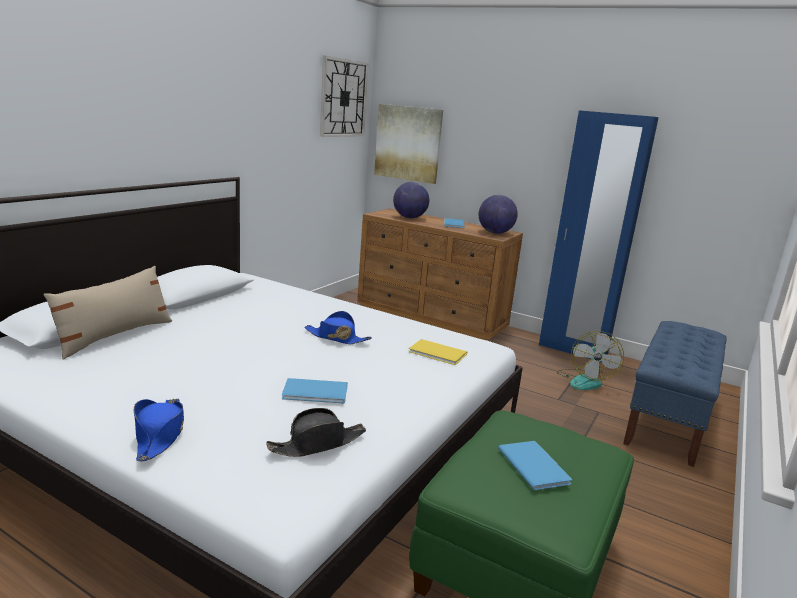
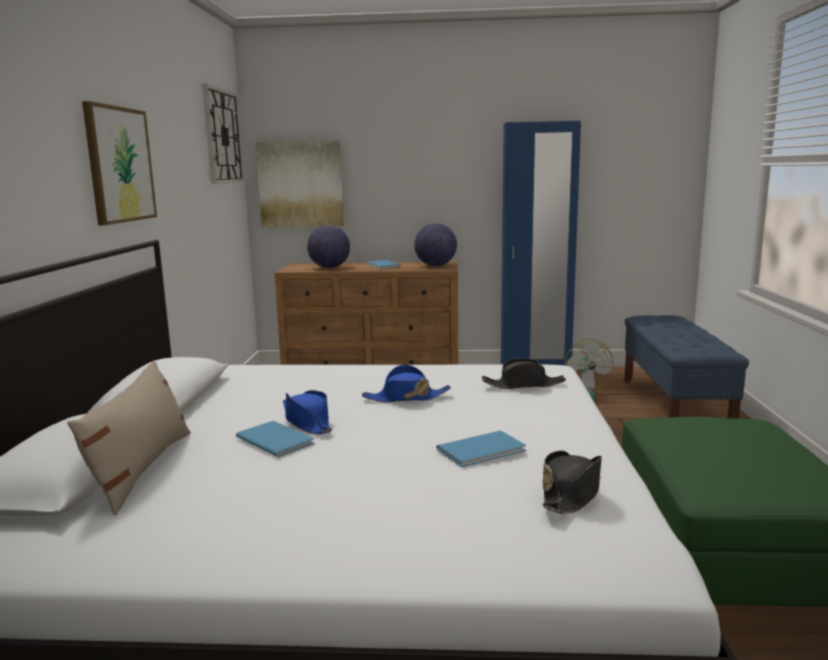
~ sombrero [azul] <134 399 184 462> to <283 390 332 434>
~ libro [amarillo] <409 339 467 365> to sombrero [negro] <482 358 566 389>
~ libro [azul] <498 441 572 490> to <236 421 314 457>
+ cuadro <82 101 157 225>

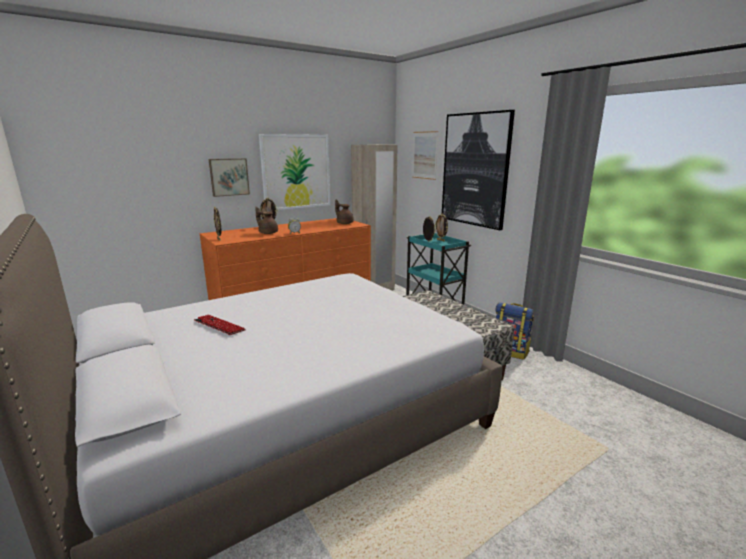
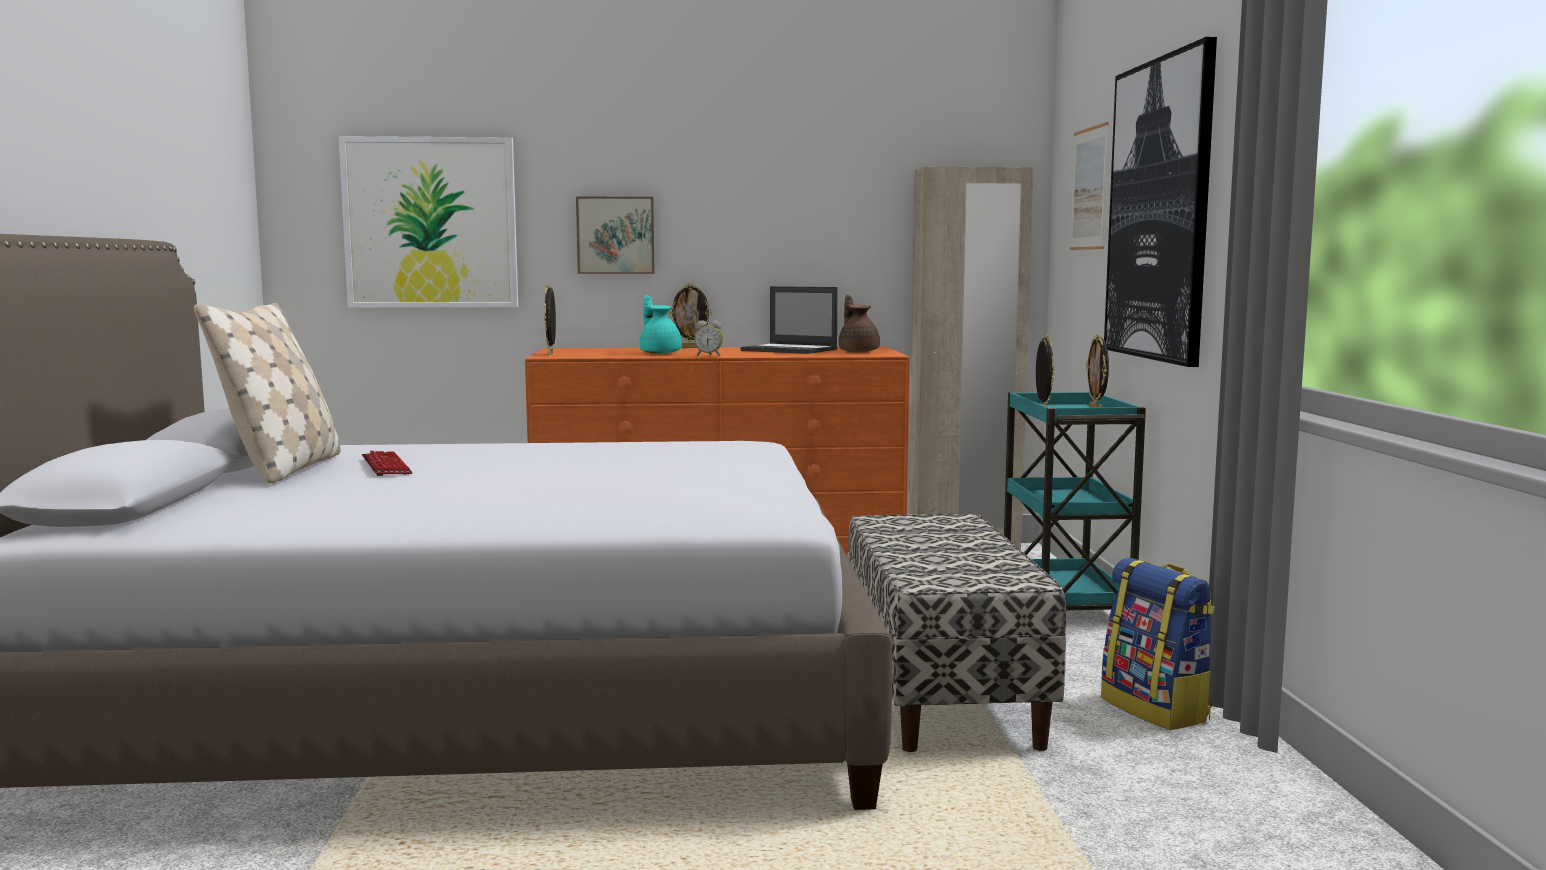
~ tetera [marrón] <255 207 278 234> to tetera [turquesa] <639 295 682 354>
~ cuadro <259 134 331 210> to <339 136 518 308>
+ cojín [beis] <194 303 341 483>
+ portátil <741 286 838 354>

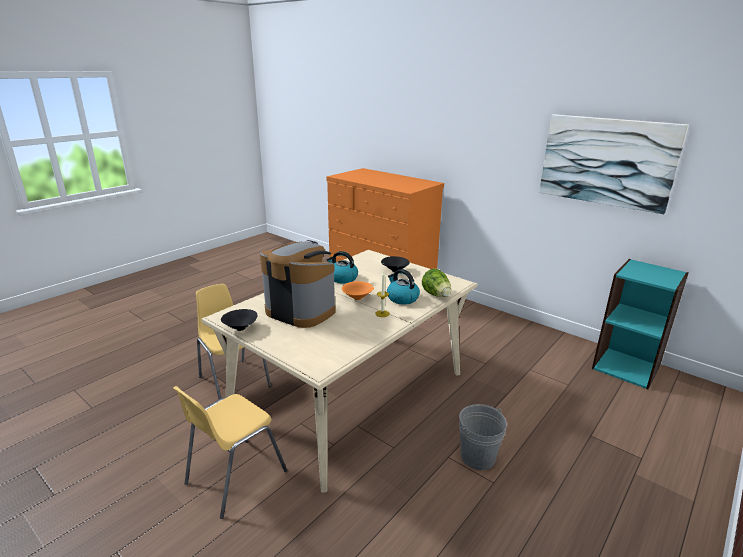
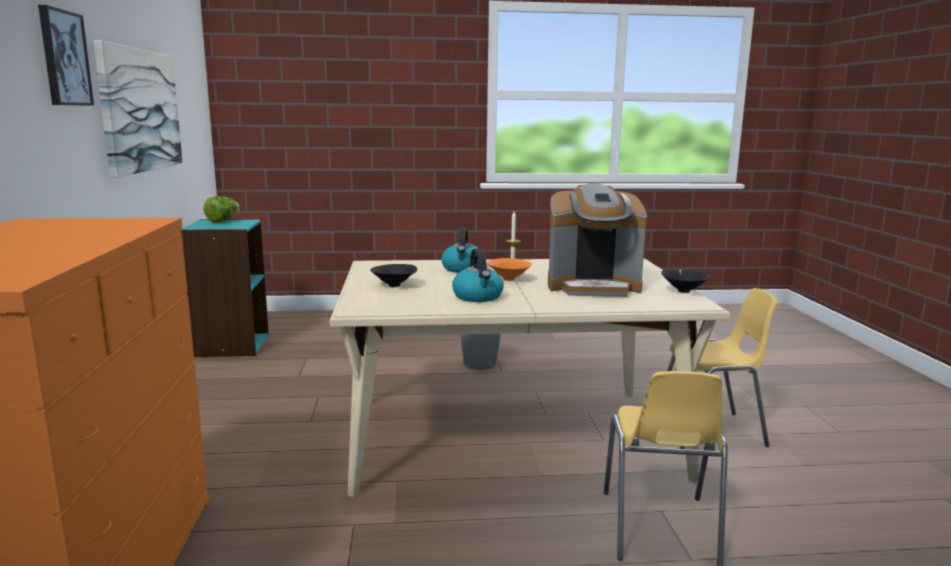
~ cafetera <260 240 336 328> = <548 183 647 297> 75 degrees counterclockwise
~ lechuga <422 268 451 297> to <204 196 240 223>
+ cuadro <38 5 94 106>

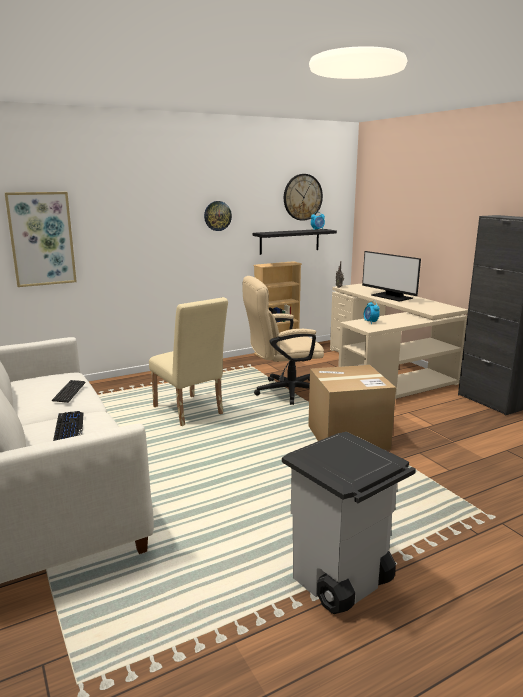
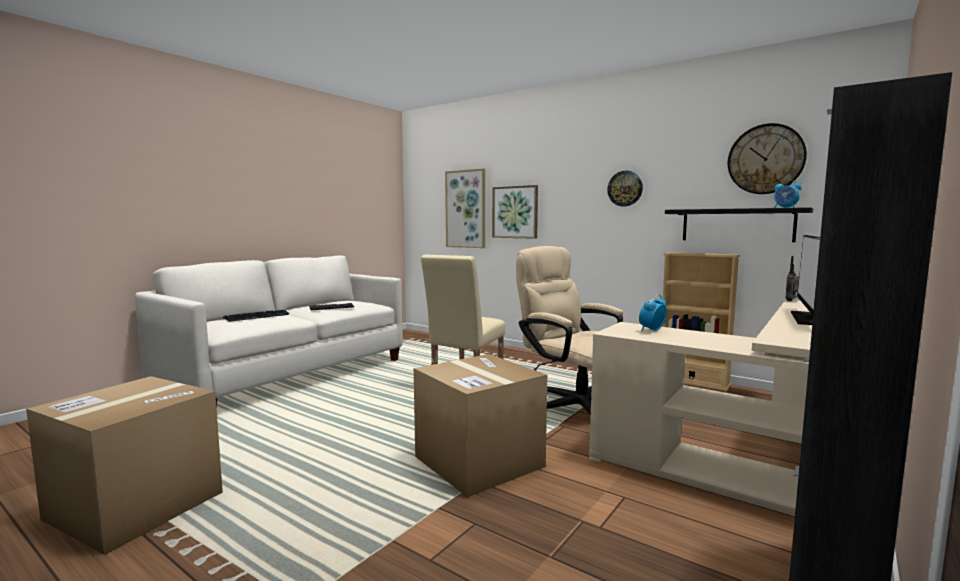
~ papelera [gris] <282 432 416 614> to caja de cartón <26 376 223 555>
+ cuadro <492 185 538 239>

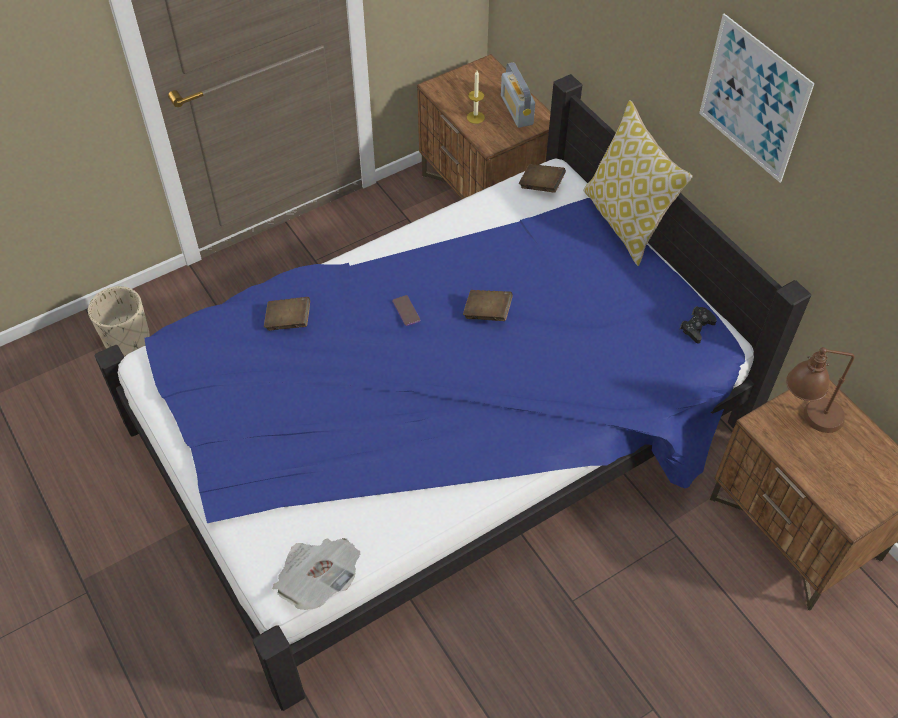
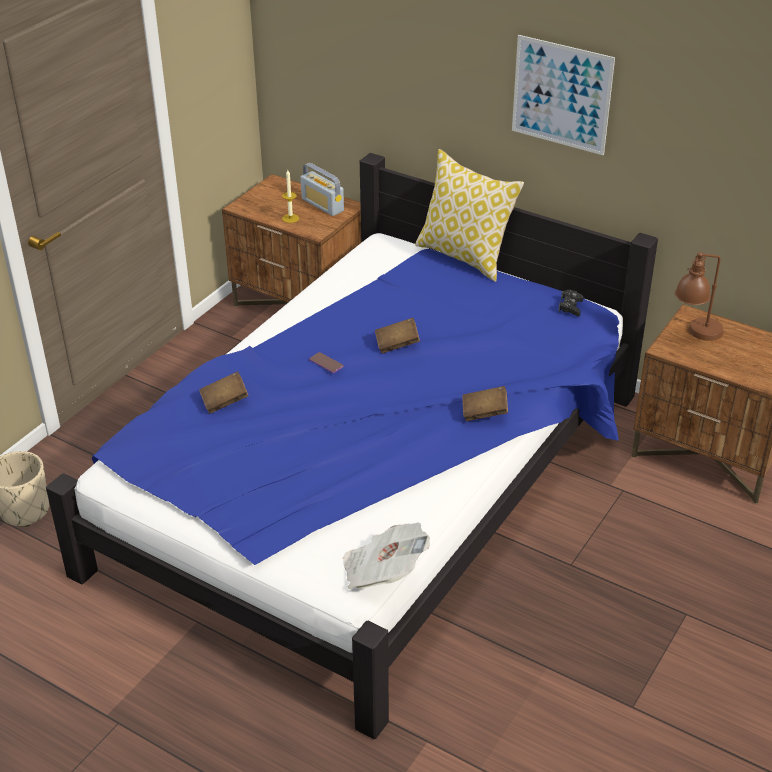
~ libro [marrón] <519 164 566 193> to <462 386 508 421>

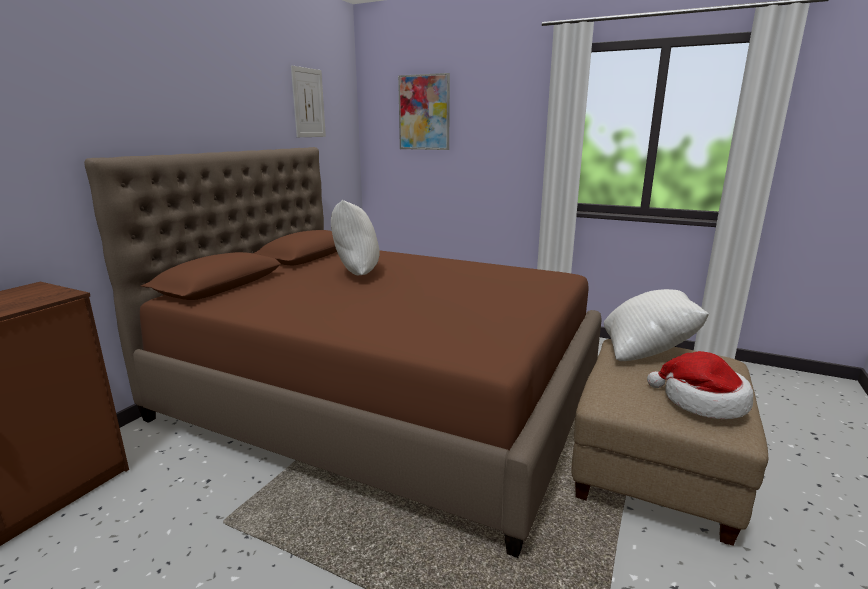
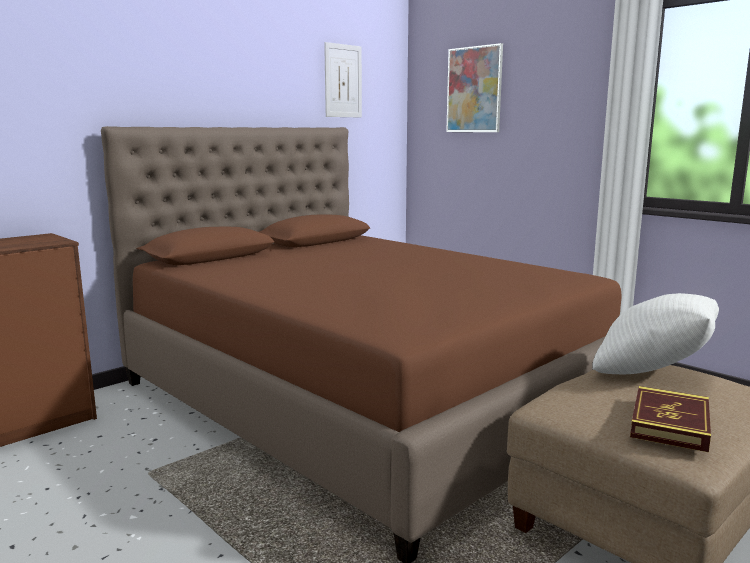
- cojín [blanco] <331 200 380 276>
~ sombrero <647 351 753 419> to libro <630 386 711 452>

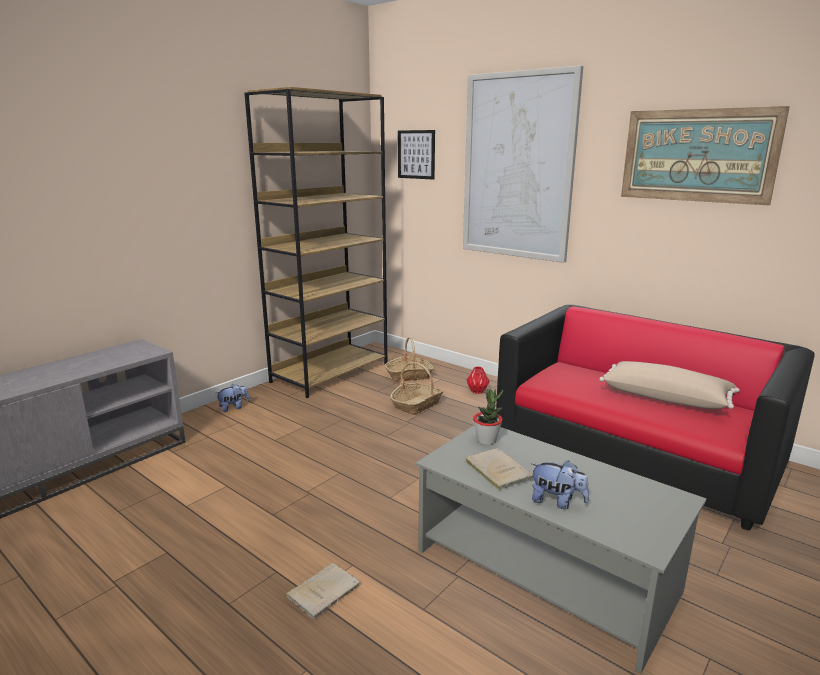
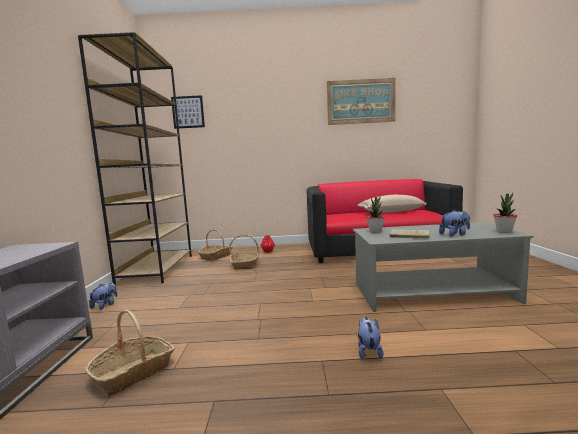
~ libro [beis] <286 563 360 619> to peluche <358 317 383 359>
- cuadro <463 65 583 263>
+ cesta <85 310 175 396>
+ planta en maceta <494 193 517 233>

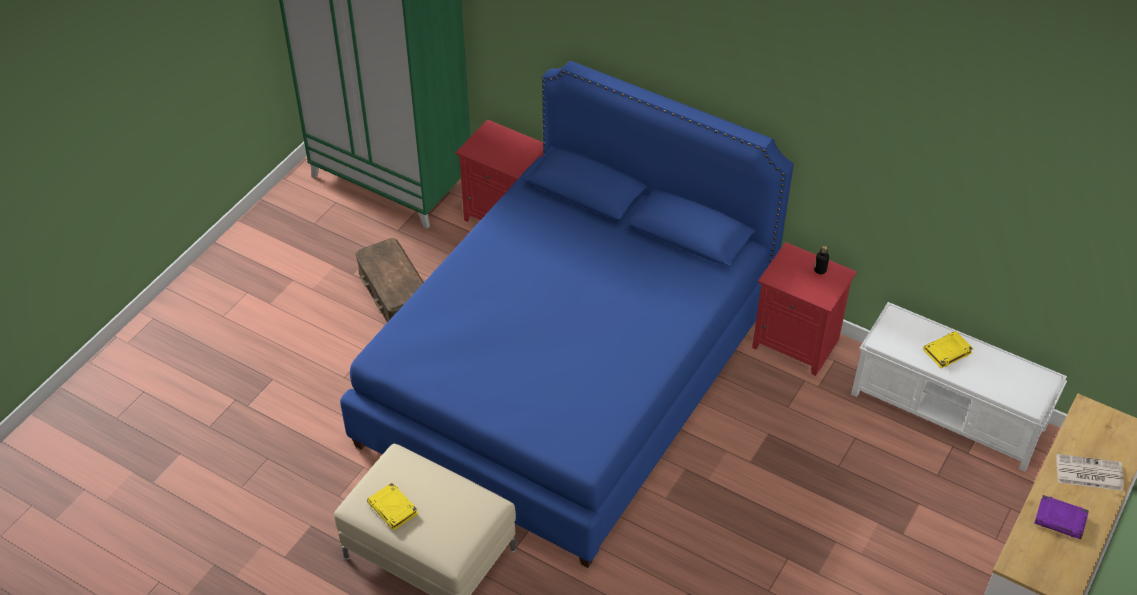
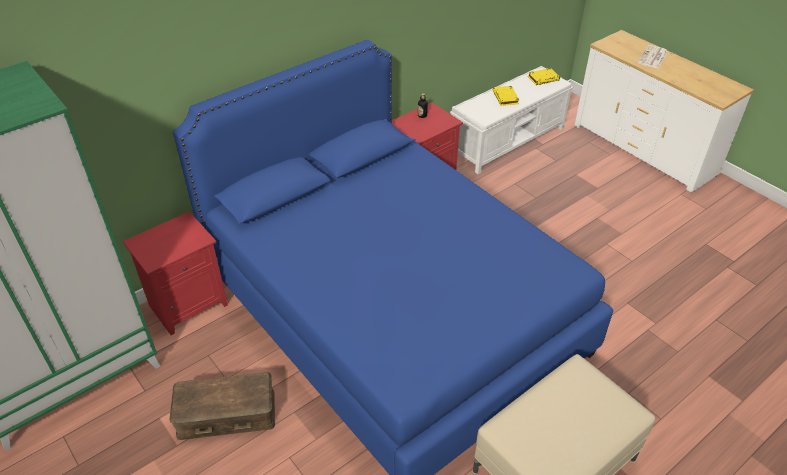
~ libro [amarillo] <367 482 418 530> to <527 68 560 85>
- libro [morado] <1035 495 1089 539>

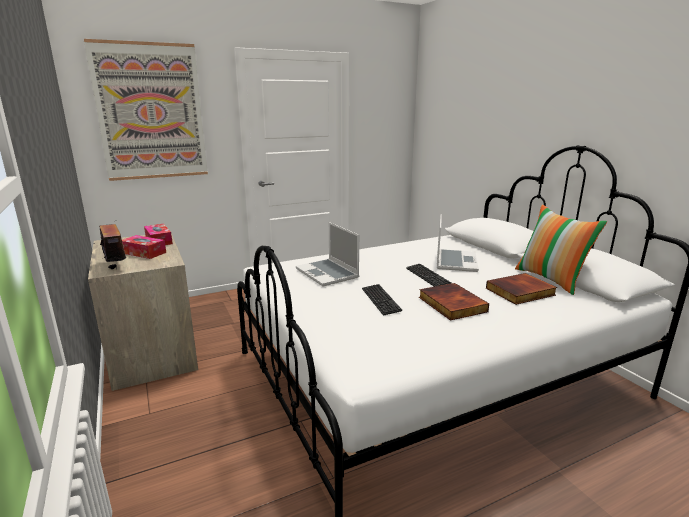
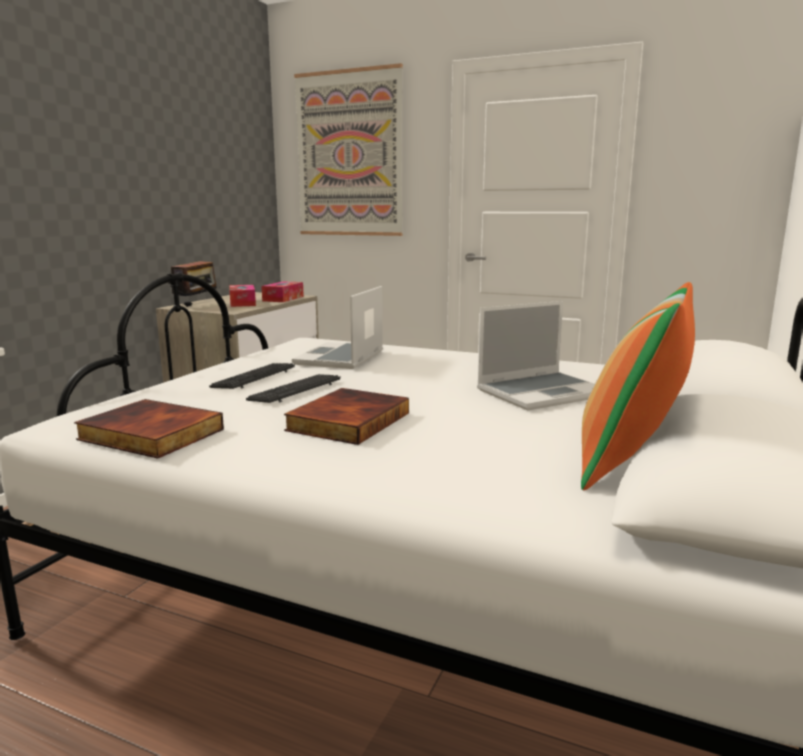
~ teclado <406 264 451 287> to <209 363 295 389>
~ libro <486 273 557 305> to <74 399 224 459>

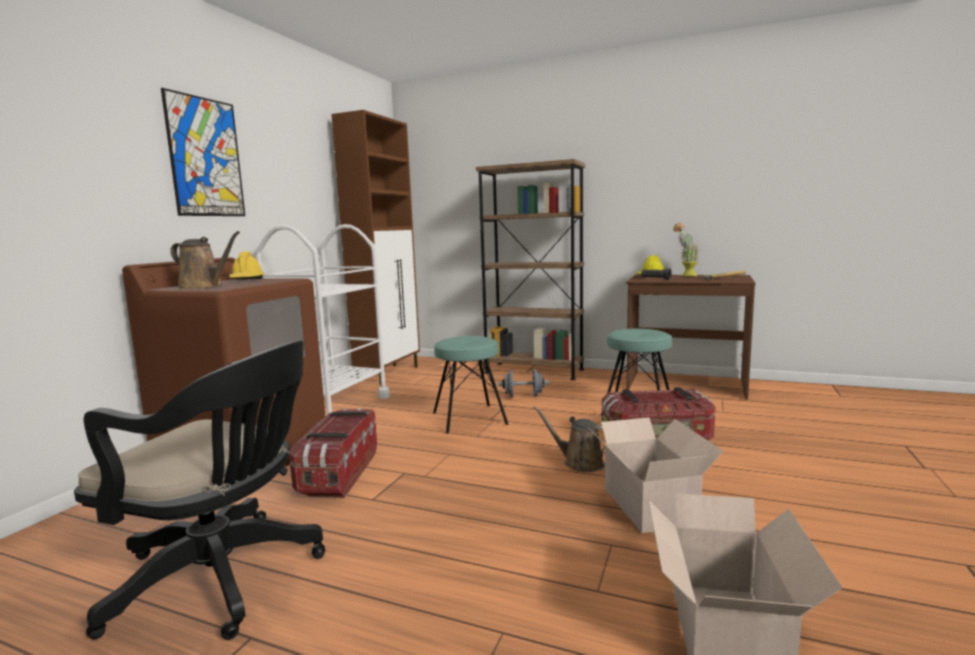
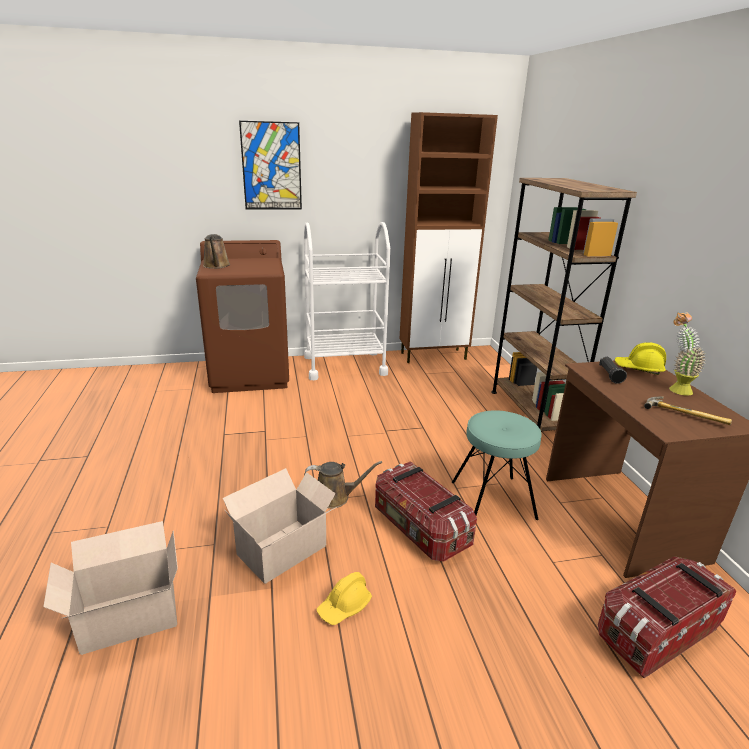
- silla de oficina [negro] <74 341 326 640>
~ casco [amarillo] <229 251 264 279> to <317 572 372 625>
~ caja de almacenaje <289 408 377 498> to <598 557 737 678>
- taburete [turquesa] <433 336 508 434>
- mancuerna [gris] <498 369 549 397>
~ regadera [marrón] <533 406 605 472> = <304 461 382 508> 90 degrees clockwise

